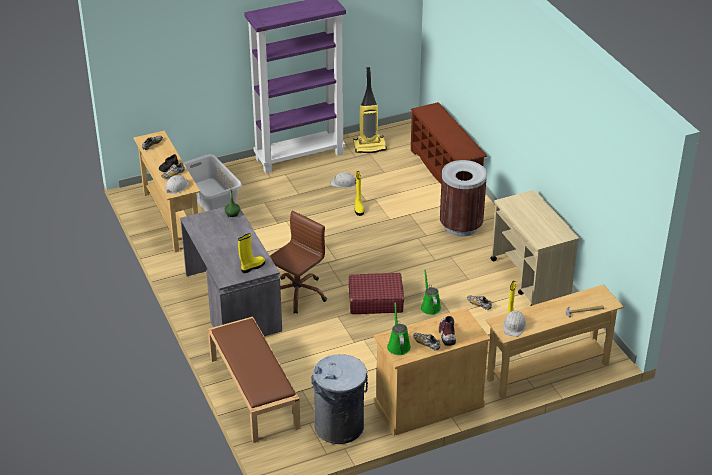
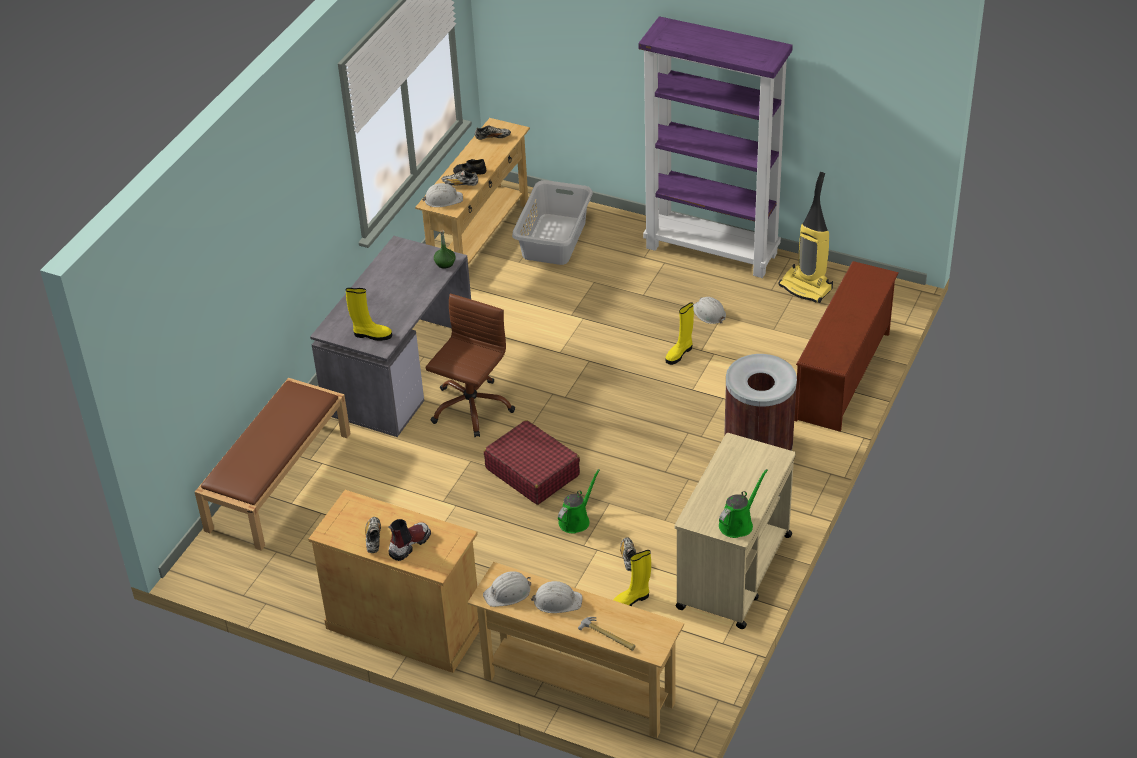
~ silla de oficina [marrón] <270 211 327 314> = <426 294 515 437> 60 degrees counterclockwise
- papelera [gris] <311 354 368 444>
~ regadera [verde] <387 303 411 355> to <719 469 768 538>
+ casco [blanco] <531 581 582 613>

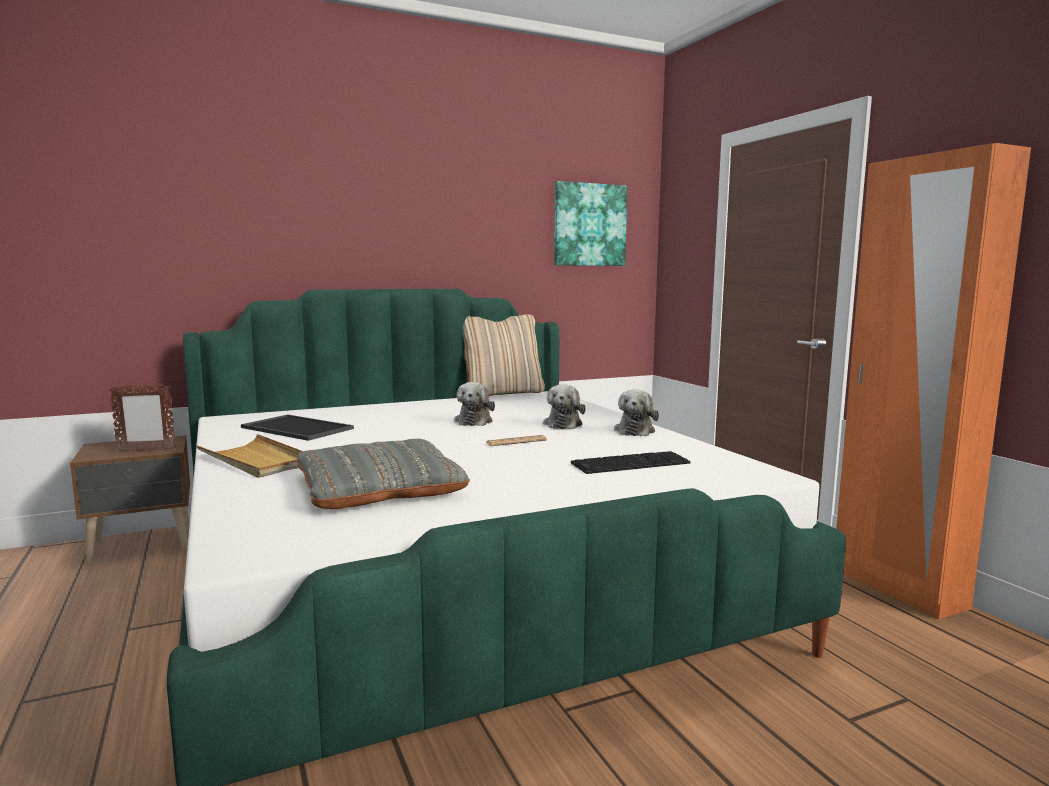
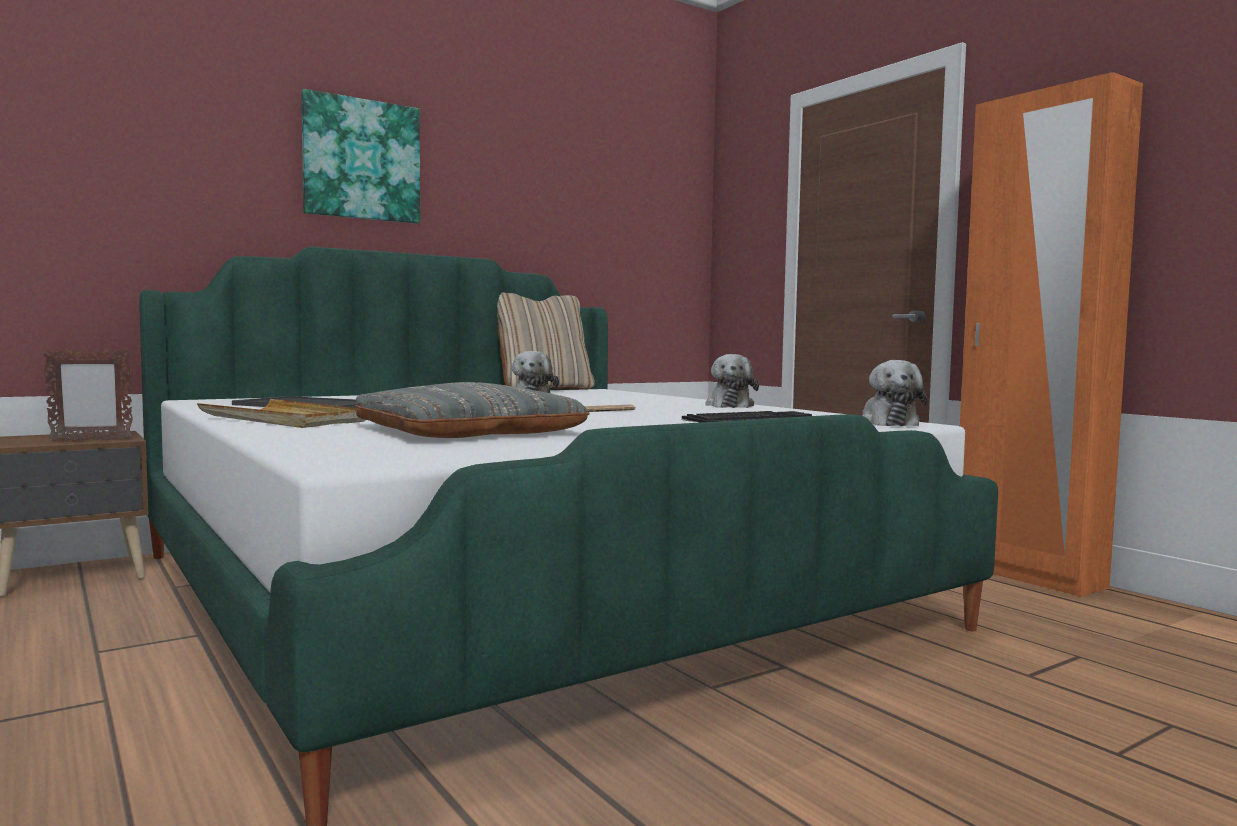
~ peluche <543 384 586 429> to <862 360 927 426>
~ cuadro <554 181 627 266> to <301 89 420 224>

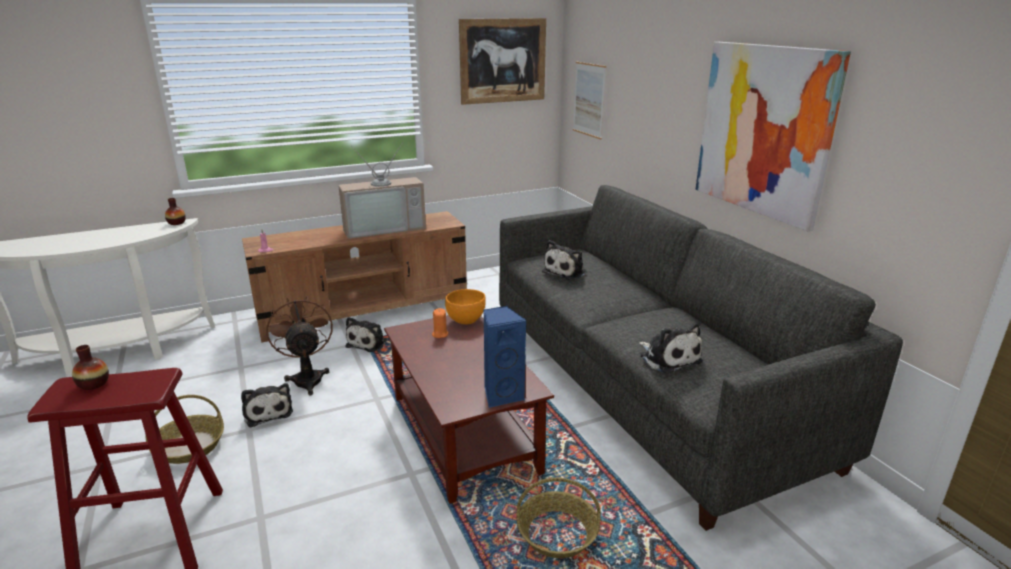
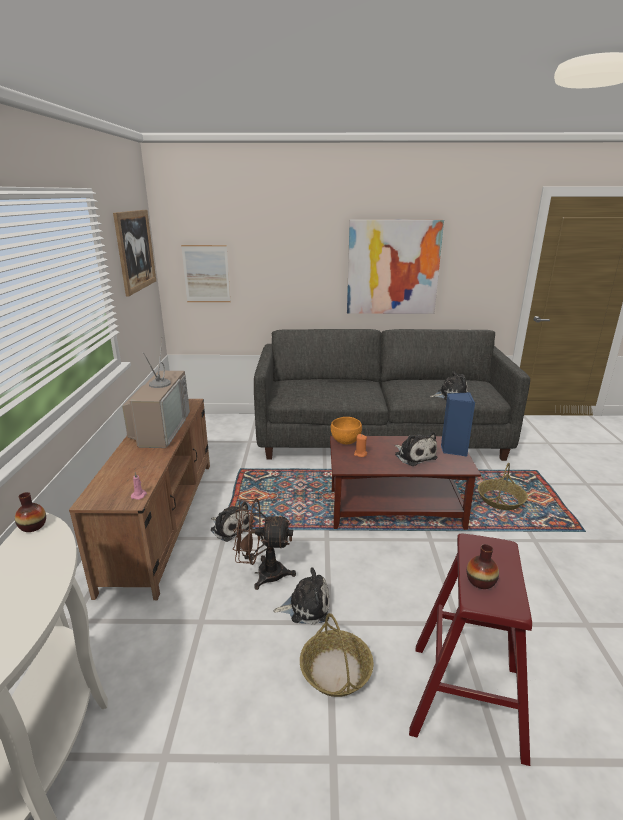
~ peluche <542 240 586 280> to <395 432 438 466>

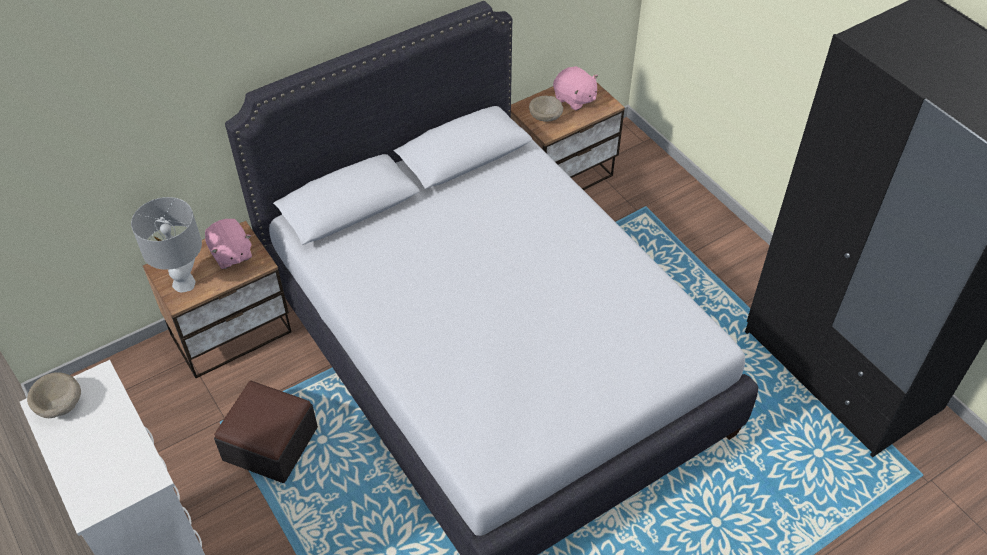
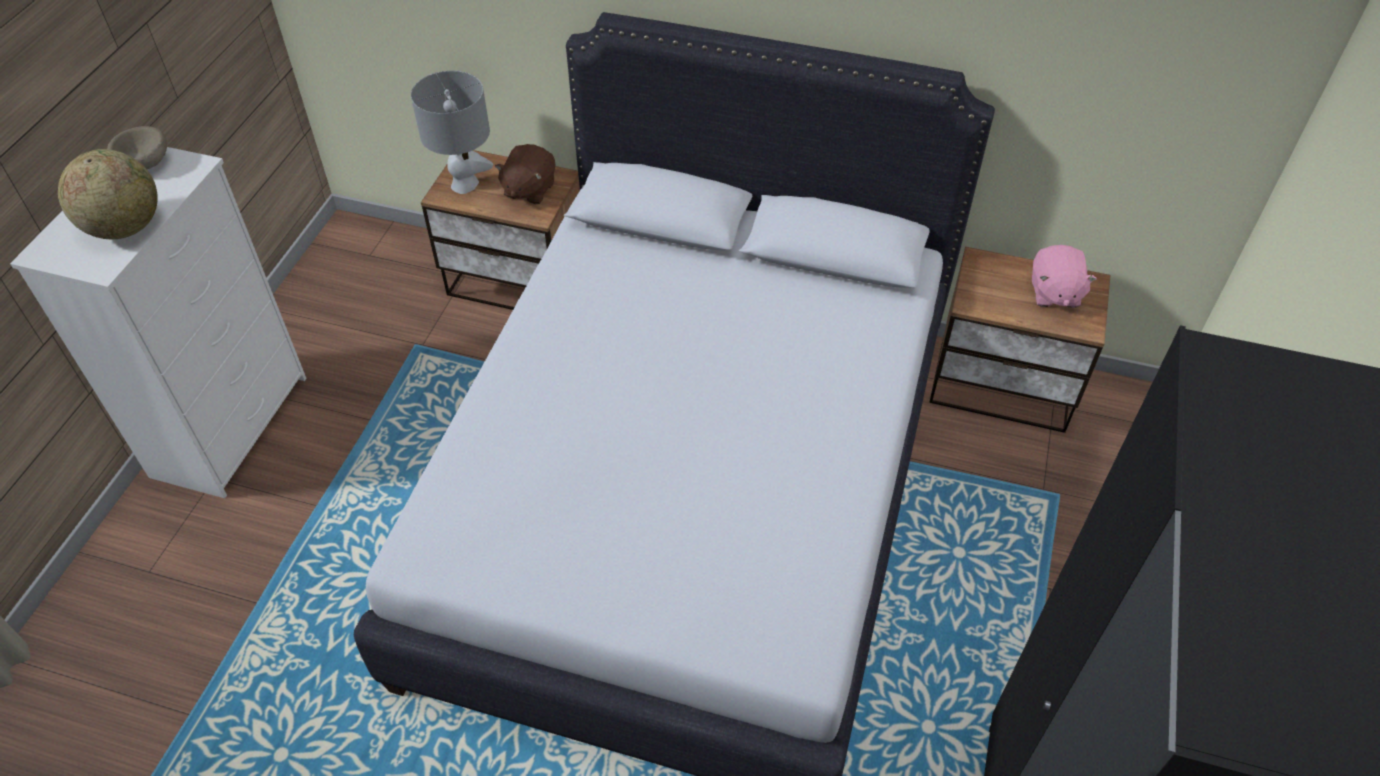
~ peluche [rosa] <205 219 252 269> to peluche [marrón] <495 144 555 204>
- puf <214 381 318 483>
- cuenco [beis] <529 96 563 122>
+ globo terráqueo <58 149 158 239>

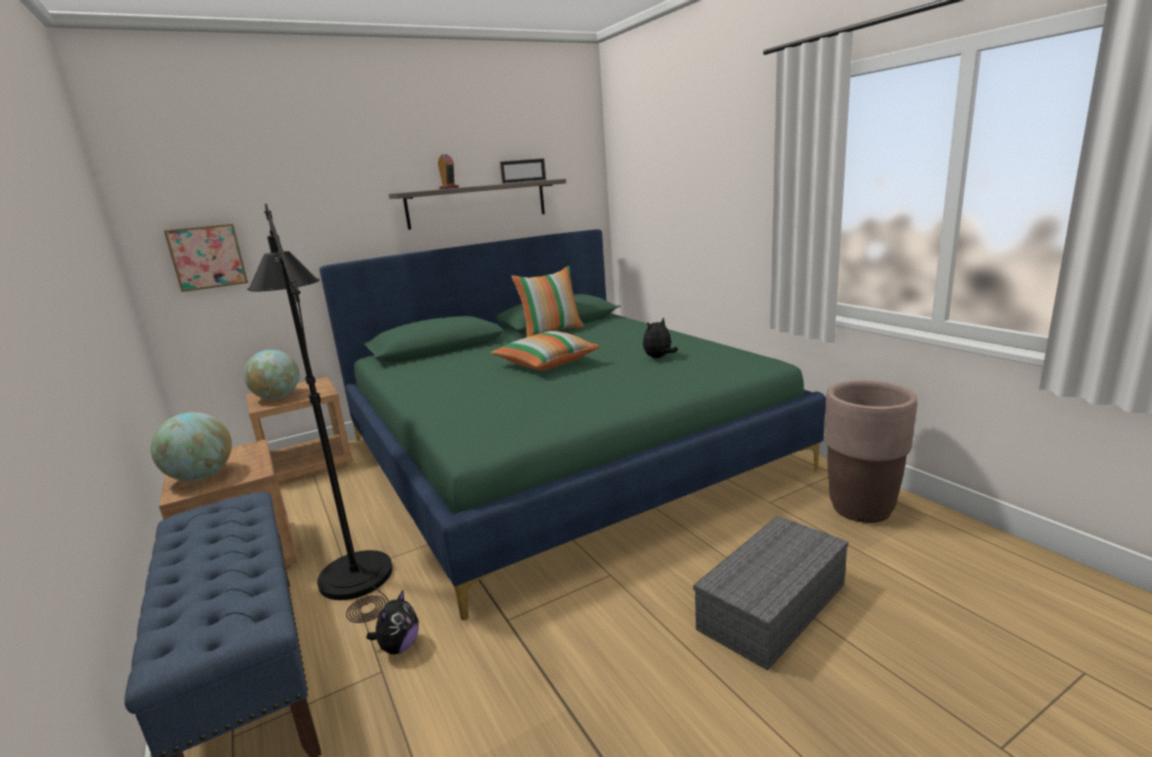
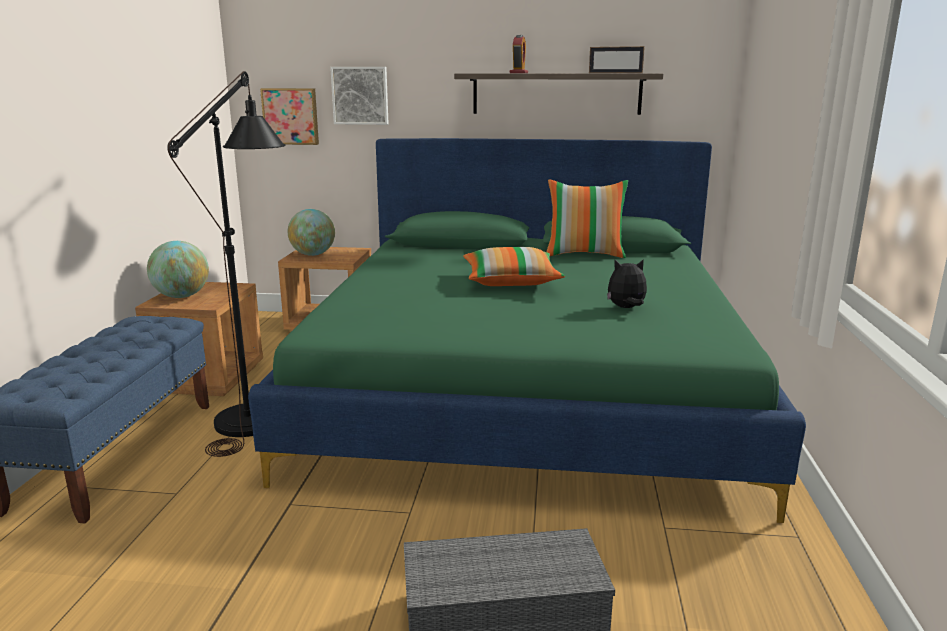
- peluche <366 590 419 654>
- maceta [marrón] <825 380 917 523>
+ cuadro <330 67 389 125>

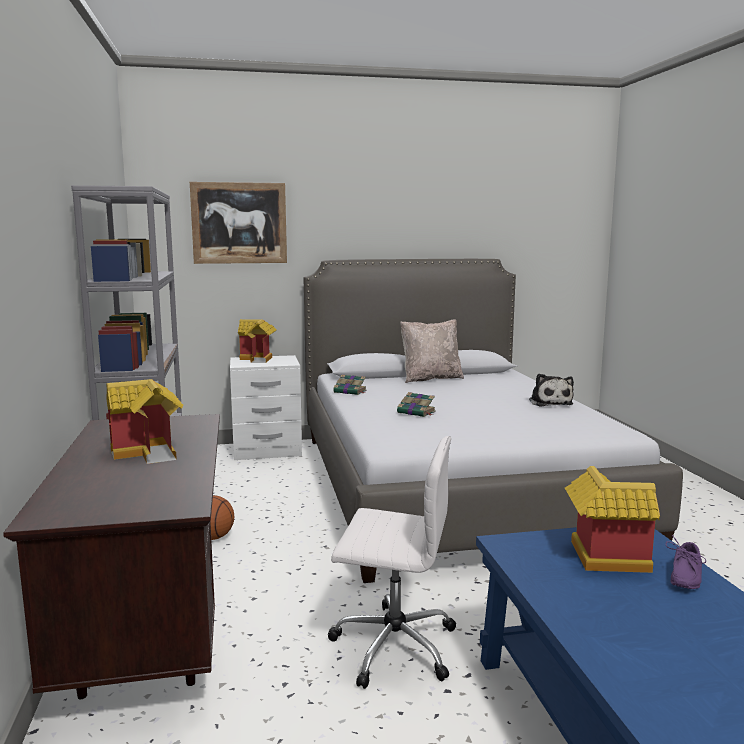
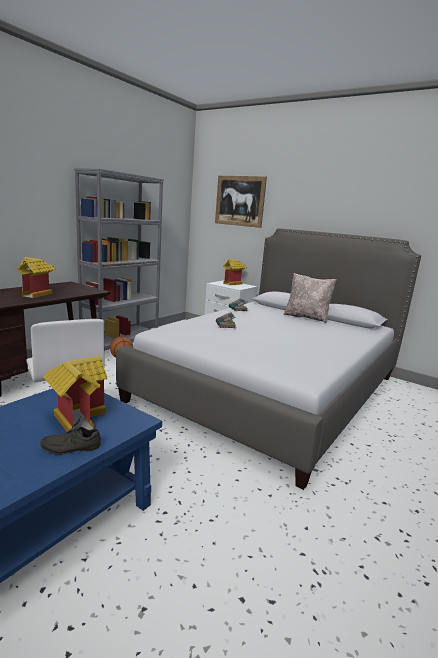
- peluche <529 374 574 407>
~ zapato [morado] <665 535 706 589> to zapato [gris] <40 416 101 455>

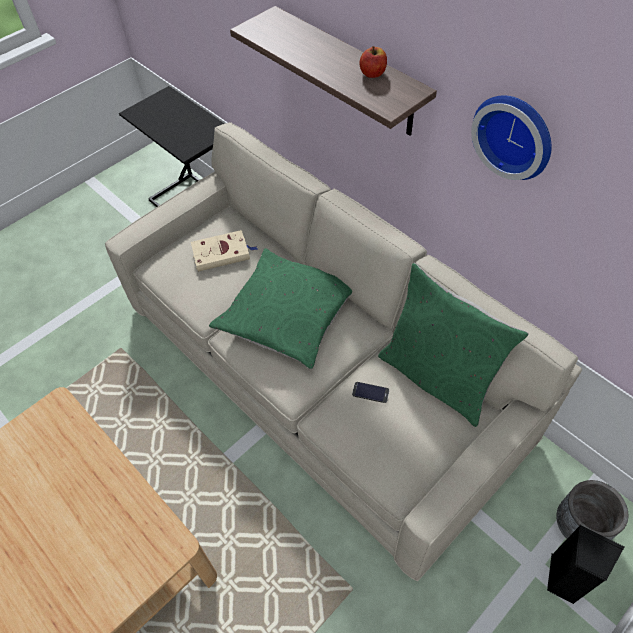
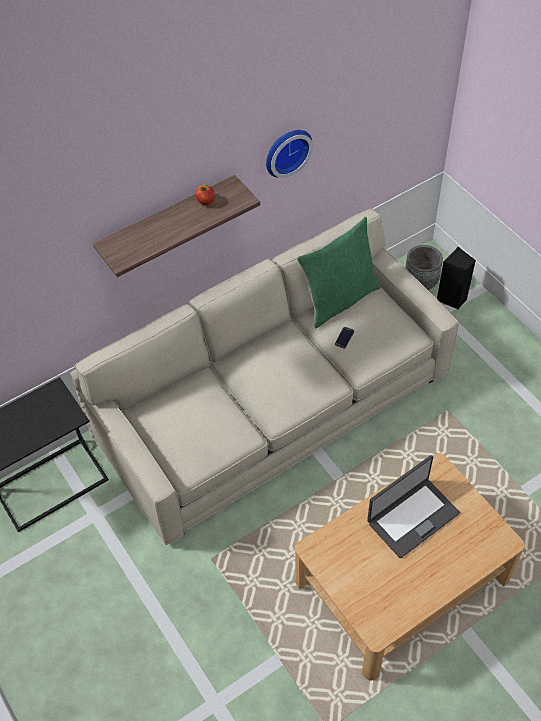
- libro [beis] <191 230 257 272>
- cojín [verde] <209 248 352 369>
+ portátil <367 455 460 558>

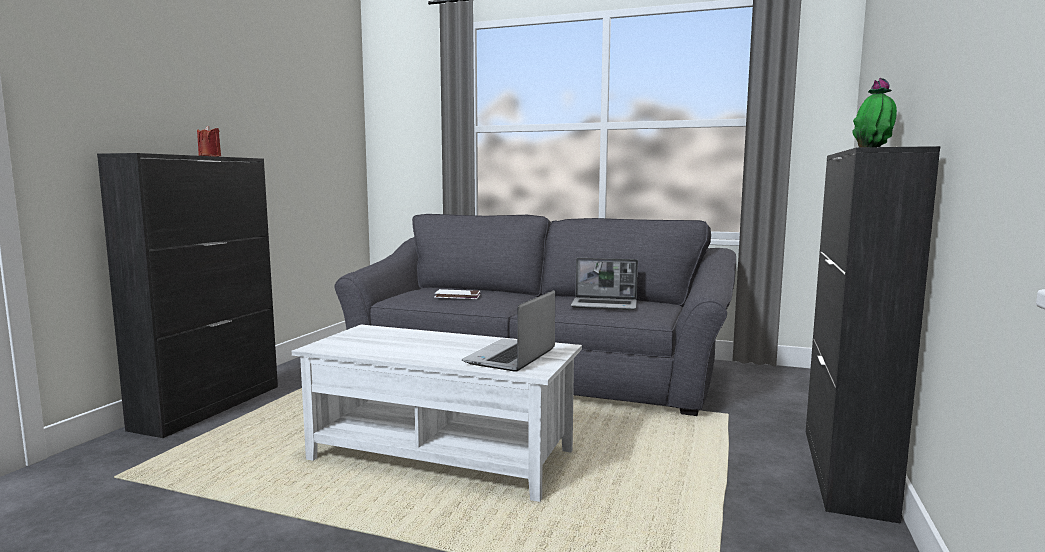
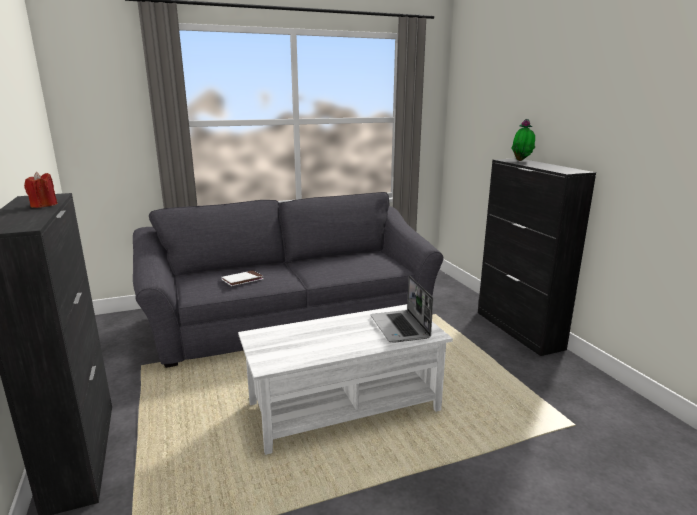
- portátil <571 258 638 310>

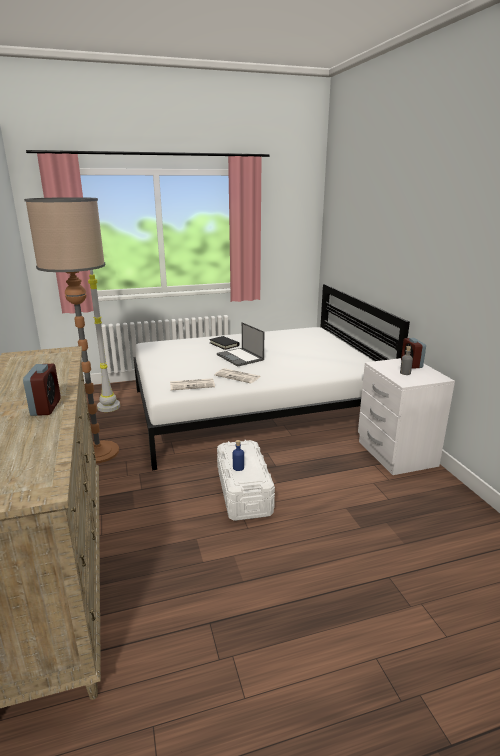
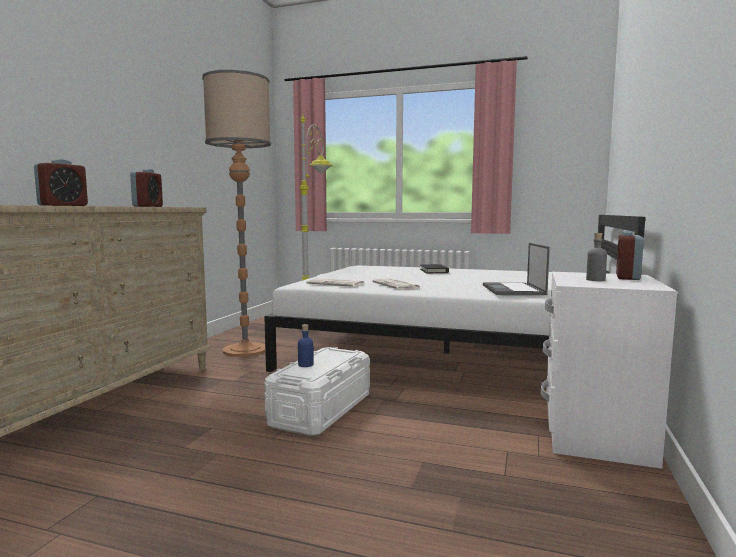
~ portátil <217 322 264 367> to <483 243 550 295>
+ despertador <130 169 163 207>

